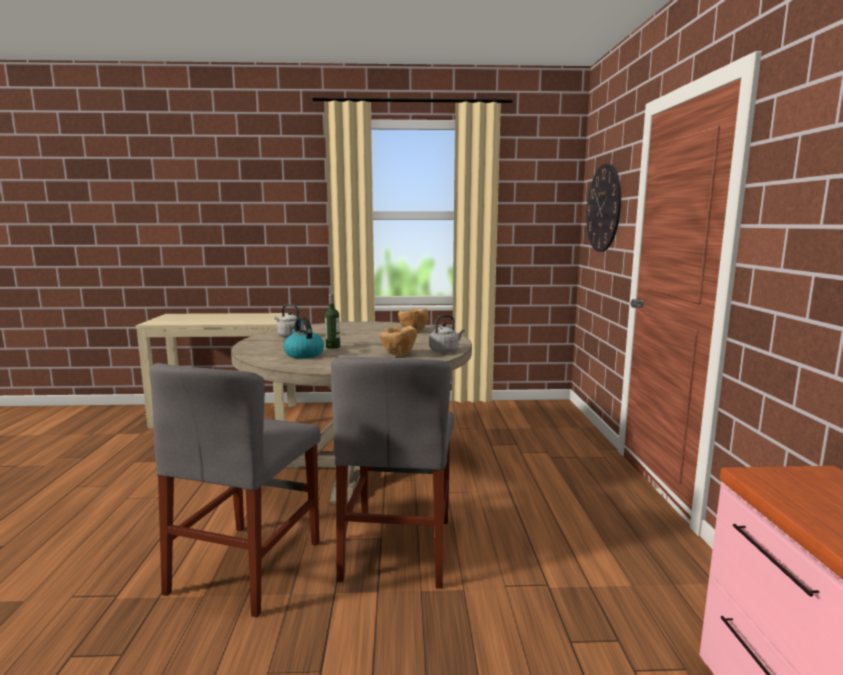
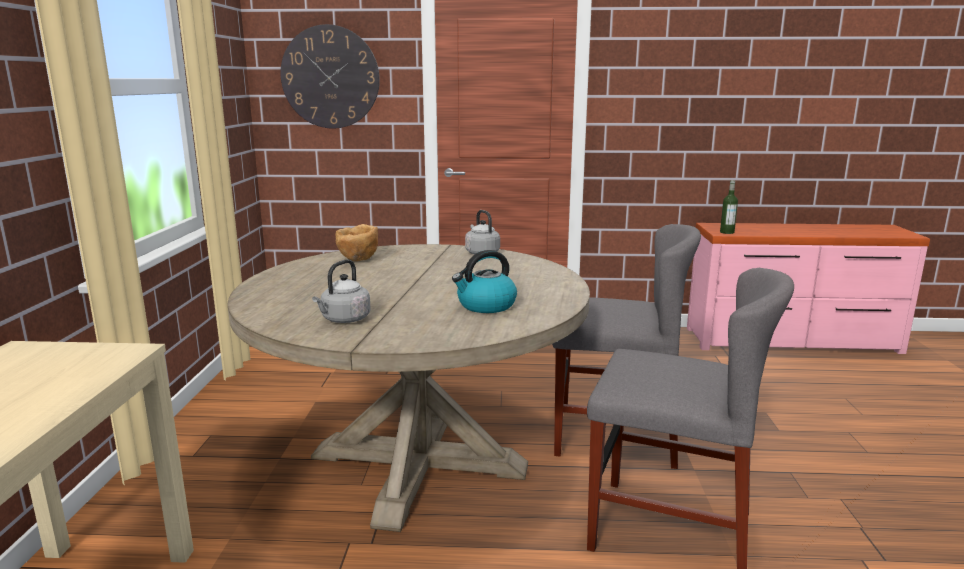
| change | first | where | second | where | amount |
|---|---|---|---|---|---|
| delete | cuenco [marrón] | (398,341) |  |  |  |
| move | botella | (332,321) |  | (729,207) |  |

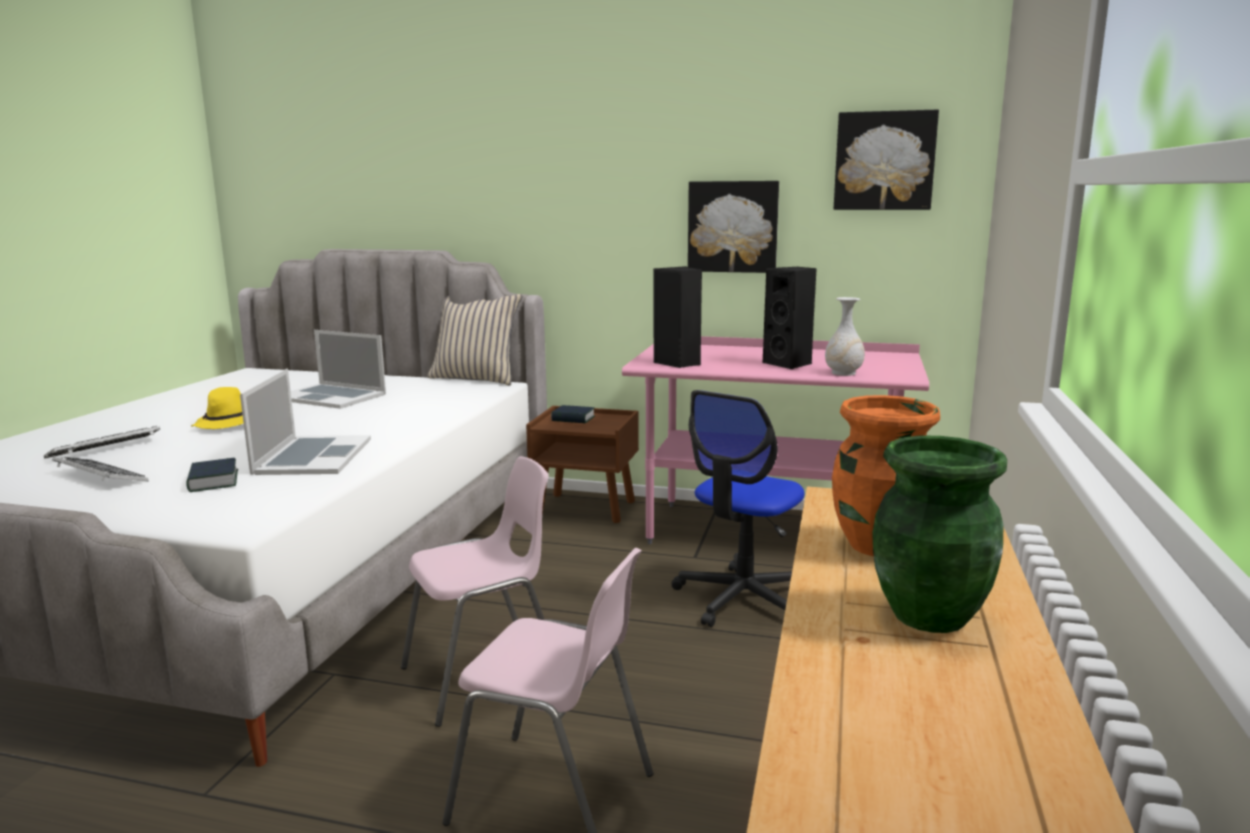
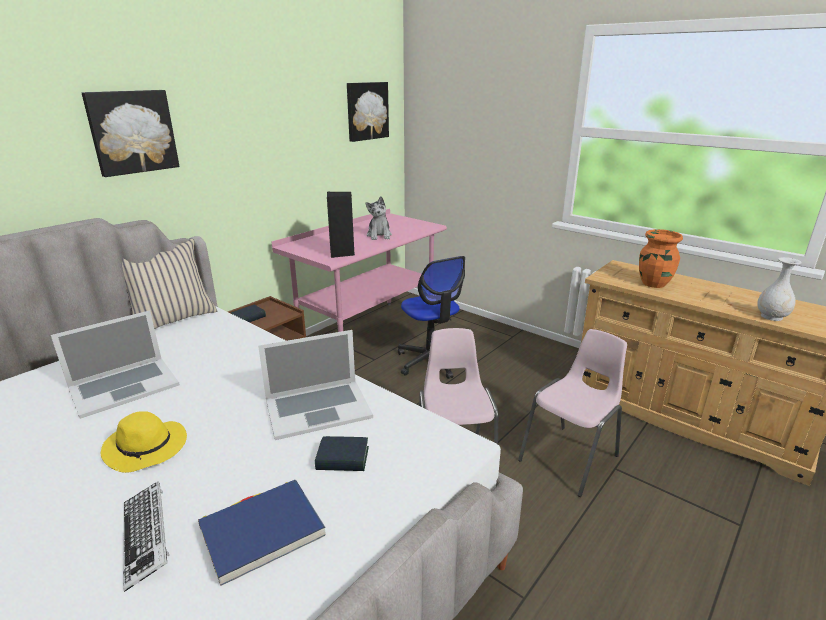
| change | first | where | second | where | amount |
|---|---|---|---|---|---|
| delete | florero [verde] | (939,534) |  |  |  |
| move | cuadro | (733,227) |  | (130,133) |  |
| move | florero [blanco] | (845,336) |  | (779,289) |  |
| replace | teclado | (100,469) | libro [azul] | (262,533) |  |
| replace | altavoz [negro] | (789,318) | peluche | (379,218) |  |
| rotate | portátil | (305,421) |  | (315,385) | 135 degrees clockwise |

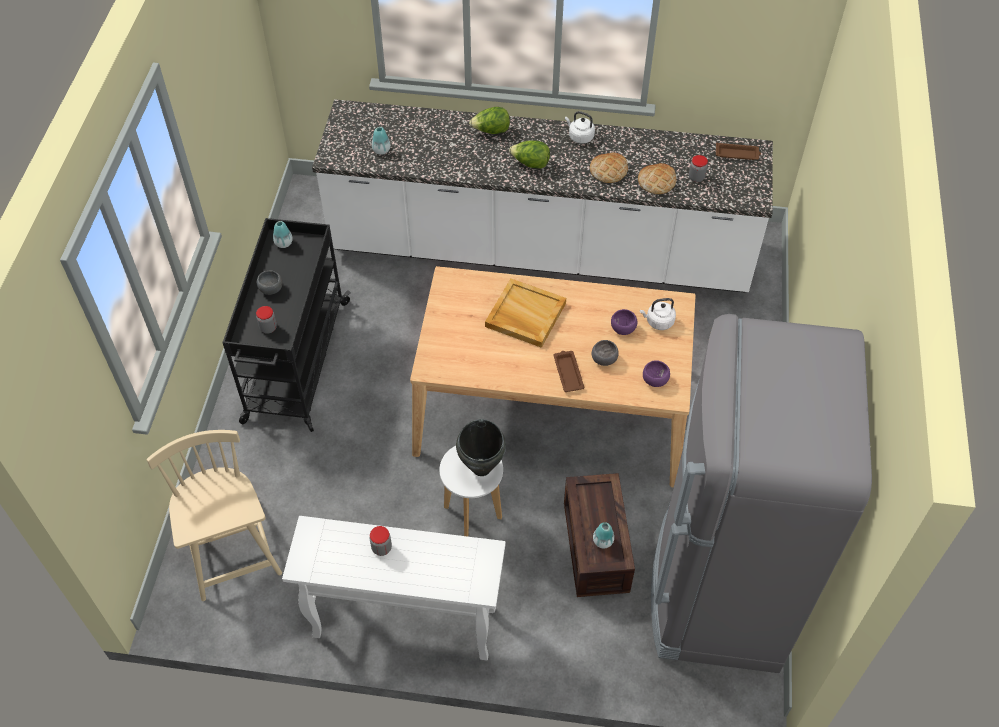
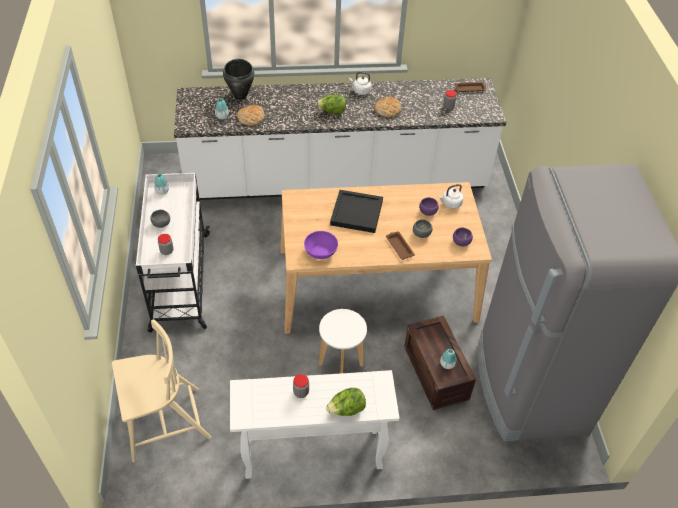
| change | first | where | second | where | amount |
|---|---|---|---|---|---|
| insert |  |  | cuenco [morado] | (321,245) |  |
| move | olla [negro] | (481,447) |  | (239,79) |  |
| move | lechuga | (489,120) |  | (346,402) |  |
| move | pan | (657,178) |  | (251,115) |  |
| recolor | carrito [negro] | (286,325) | carrito [blanco] | (173,253) |  |
| recolor | bandeja [beis] | (525,313) | bandeja [negro] | (356,211) |  |
| rotate | silla [beis] | (214,515) |  | (161,390) | 105 degrees clockwise |

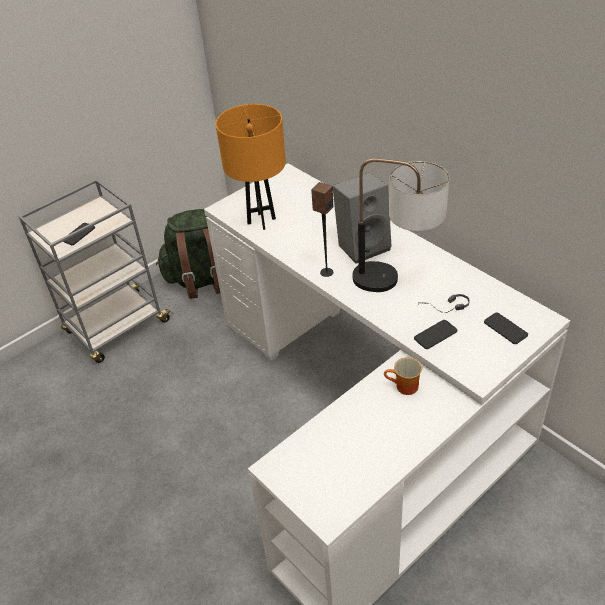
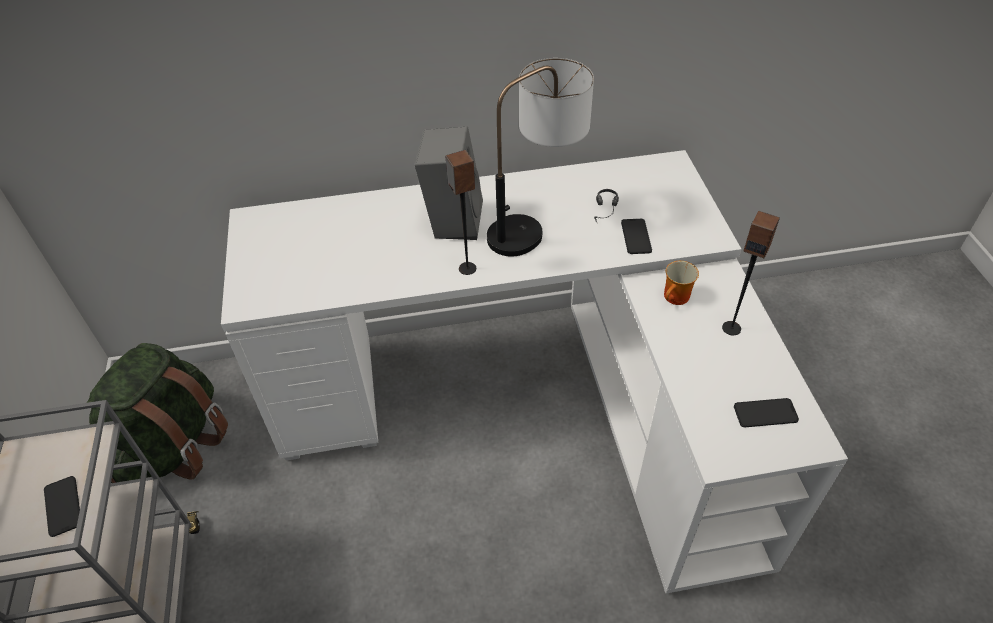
| change | first | where | second | where | amount |
|---|---|---|---|---|---|
| delete | lámpara de mesa [naranja] | (250,167) |  |  |  |
| insert |  |  | altavoz | (751,273) |  |
| move | móvil | (506,328) |  | (766,412) |  |

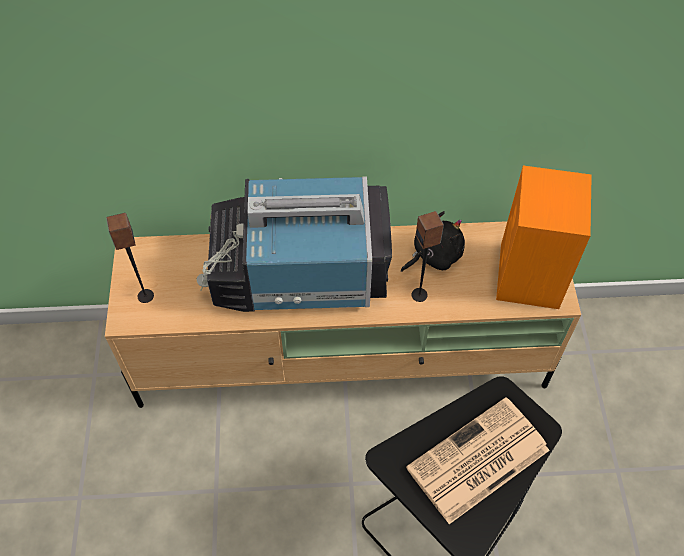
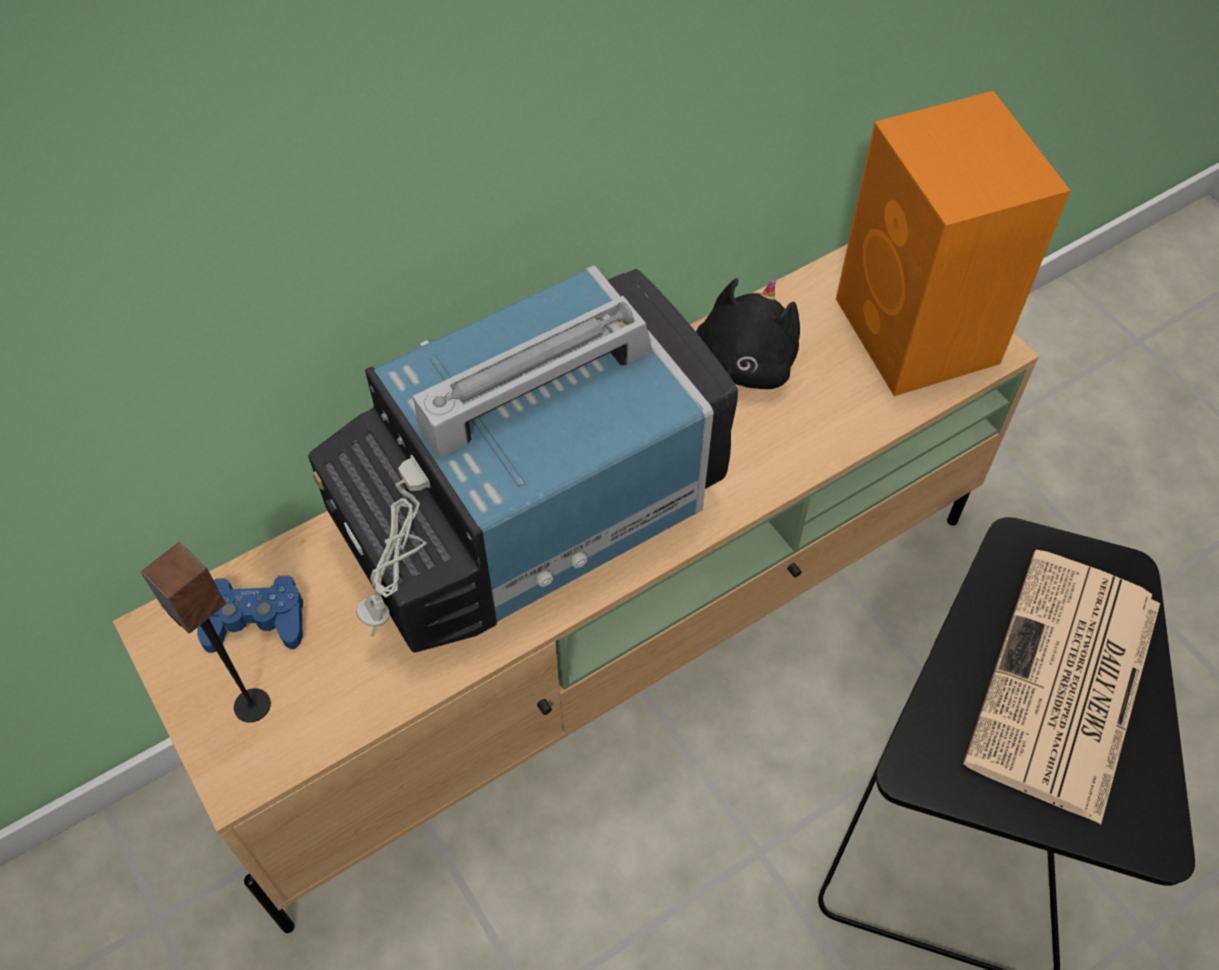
| change | first | where | second | where | amount |
|---|---|---|---|---|---|
| delete | altavoz | (427,256) |  |  |  |
| insert |  |  | mando de consola [azul] | (250,614) |  |

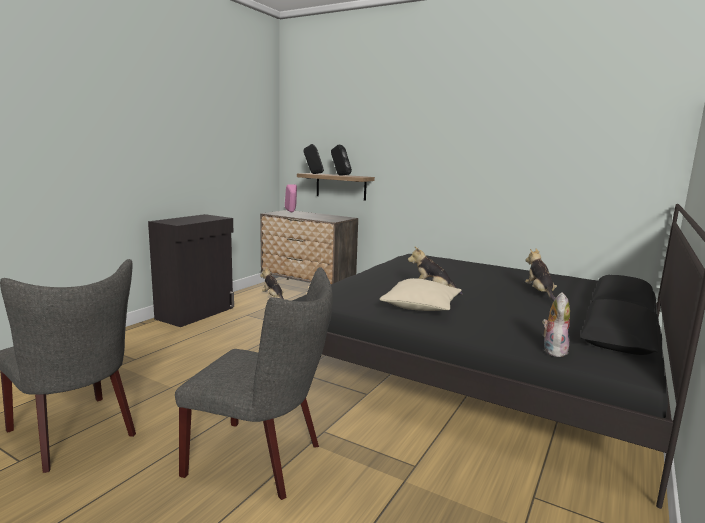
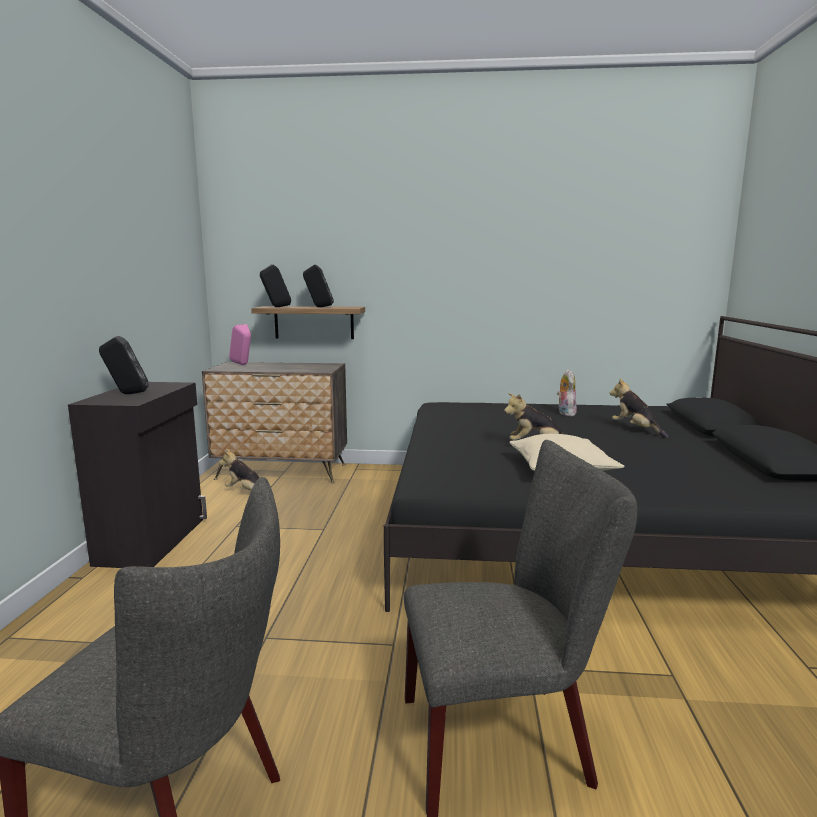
| change | first | where | second | where | amount |
|---|---|---|---|---|---|
| insert |  |  | altavoz [negro] | (123,365) |  |
| move | peluche | (556,324) |  | (567,393) |  |

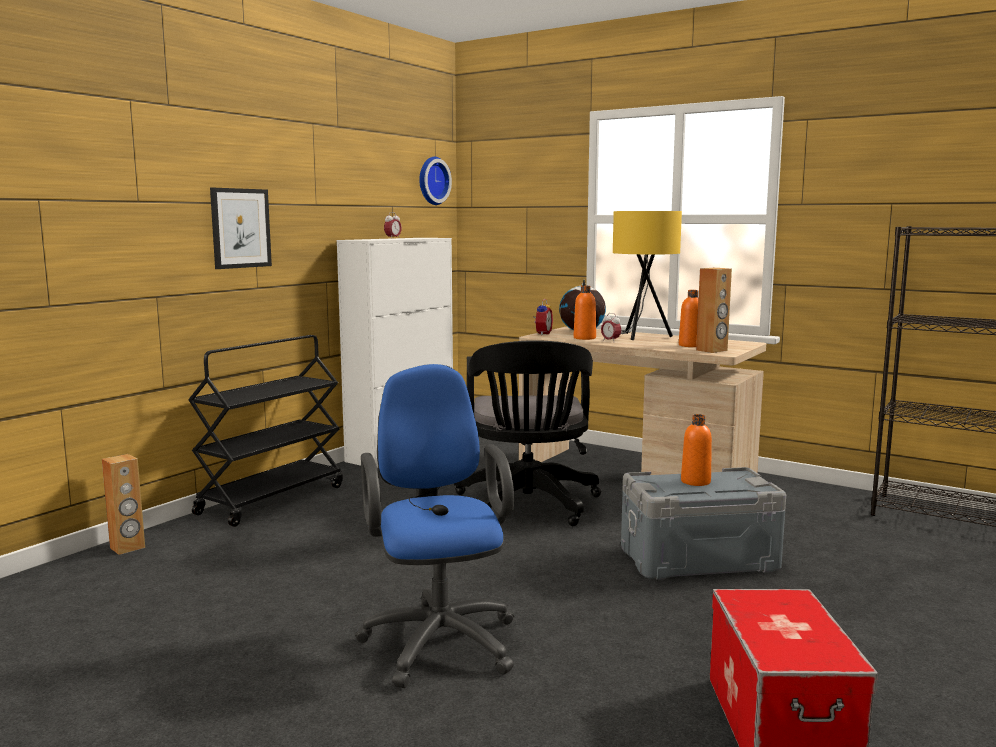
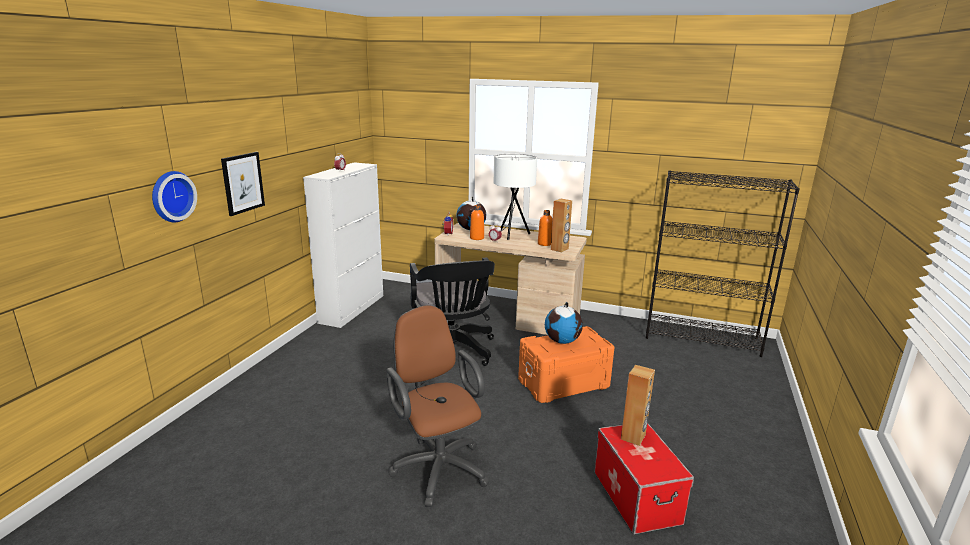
| change | first | where | second | where | amount |
|---|---|---|---|---|---|
| delete | carrito [negro] | (265,431) |  |  |  |
| move | altavoz [marrón] | (123,504) |  | (638,405) |  |
| move | reloj de pared | (435,181) |  | (174,196) |  |
| replace | botella [naranja] | (696,450) | globo terráqueo | (564,323) |  |
| recolor | silla de oficina [azul] | (434,526) | silla de oficina [marrón] | (438,406) |  |
| recolor | lámpara de mesa [amarillo] | (647,275) | lámpara de mesa [blanco] | (515,196) |  |
| recolor | caja de almacenaje [gris] | (703,523) | caja de almacenaje [naranja] | (566,364) |  |

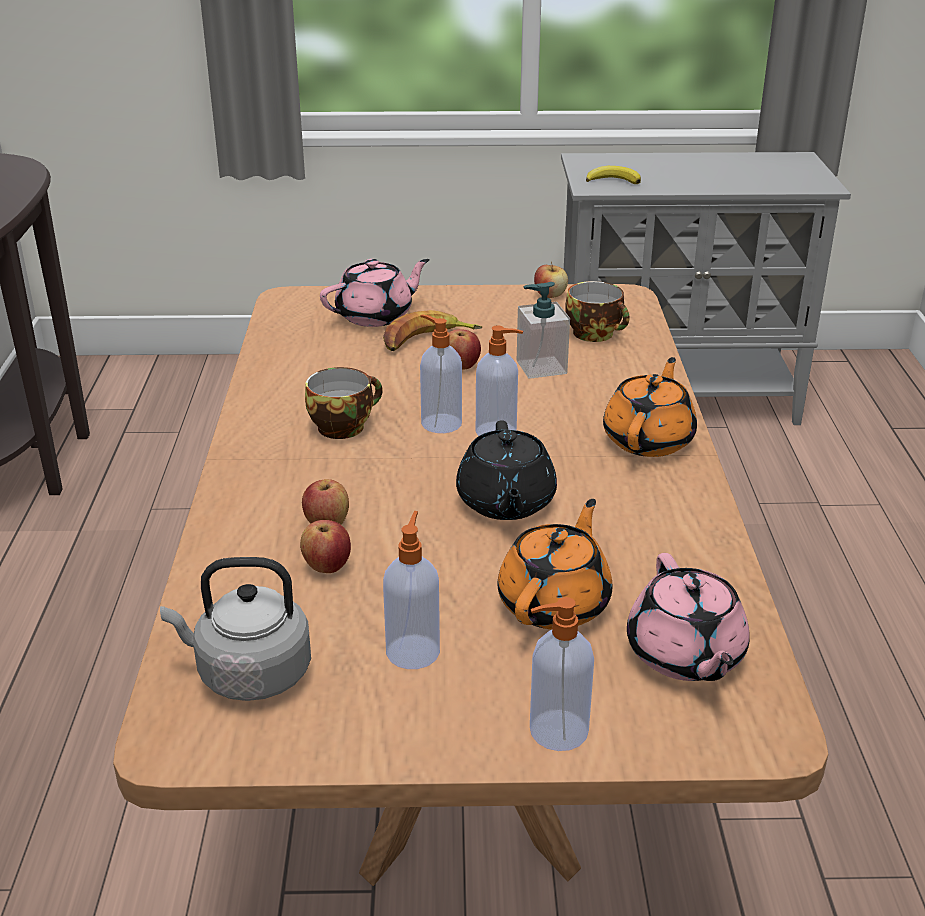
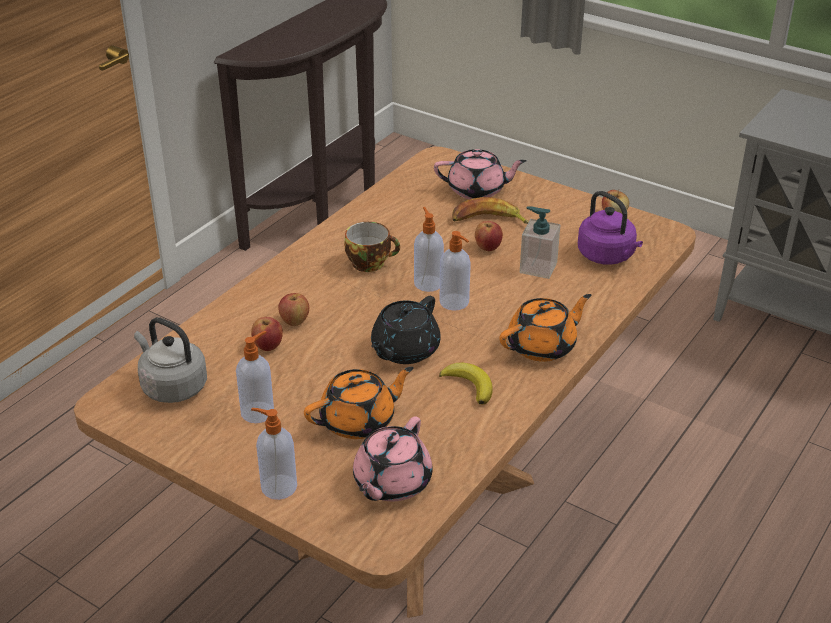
| change | first | where | second | where | amount |
|---|---|---|---|---|---|
| move | plátano | (613,175) |  | (466,383) |  |
| replace | taza | (598,311) | hervidor [morado] | (610,228) |  |

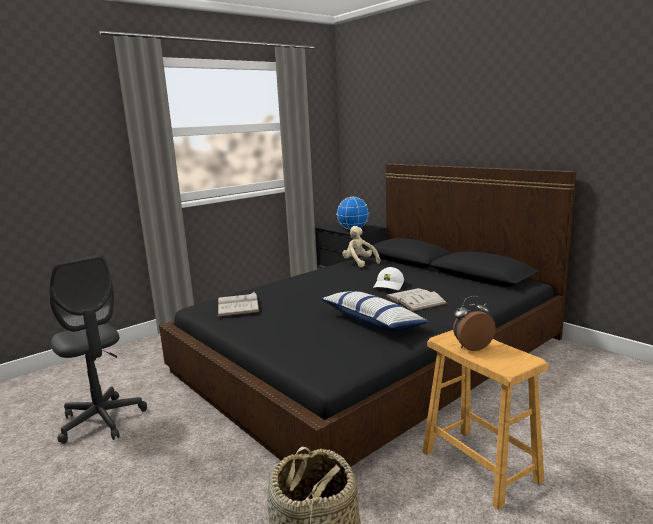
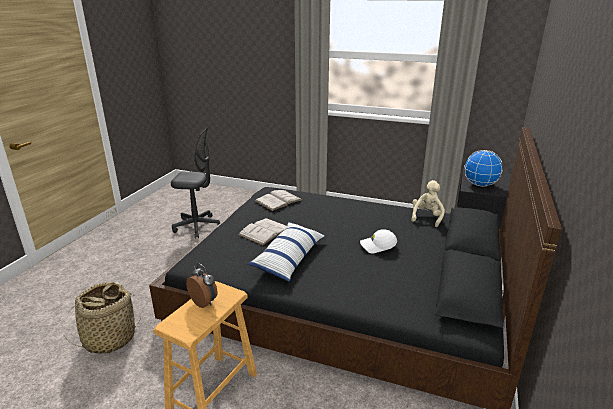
| change | first | where | second | where | amount |
|---|---|---|---|---|---|
| move | libro [blanco] | (417,299) |  | (262,231) |  |
| rotate | silla de oficina [gris] | (98,349) |  | (195,183) | 105 degrees counterclockwise |

